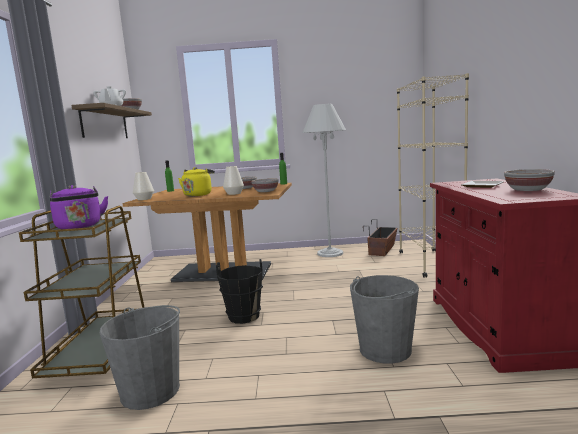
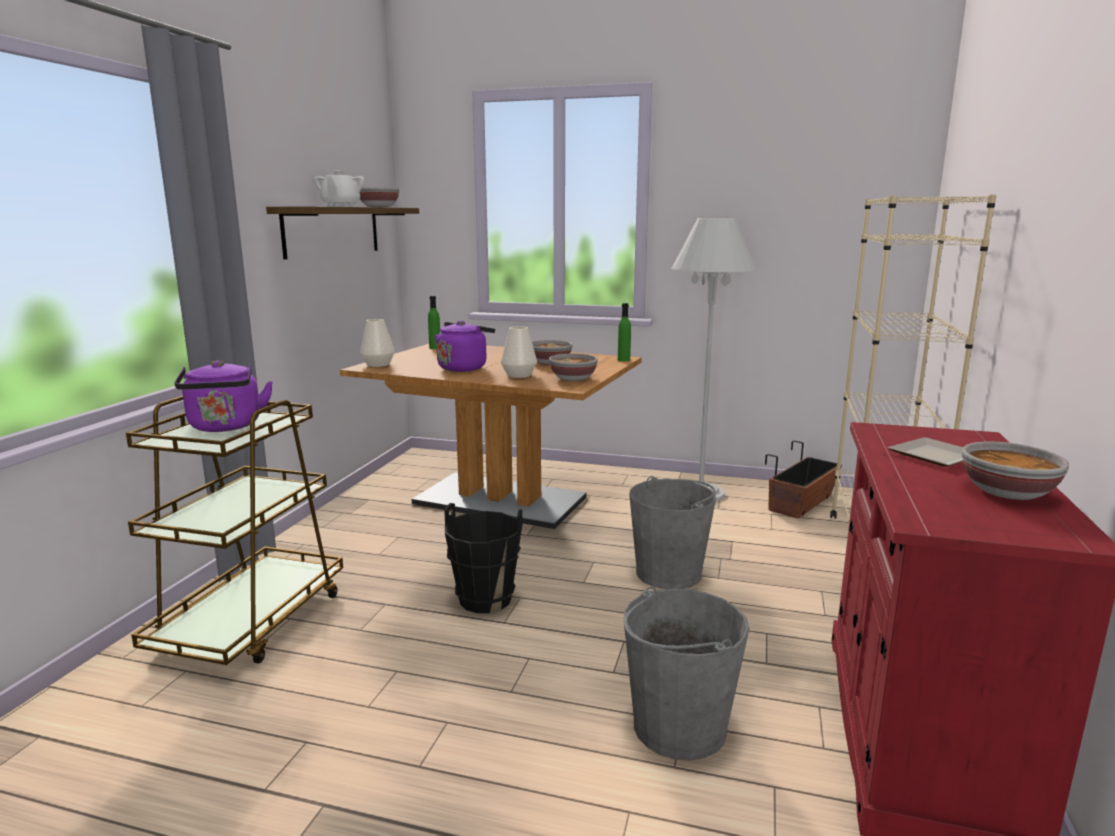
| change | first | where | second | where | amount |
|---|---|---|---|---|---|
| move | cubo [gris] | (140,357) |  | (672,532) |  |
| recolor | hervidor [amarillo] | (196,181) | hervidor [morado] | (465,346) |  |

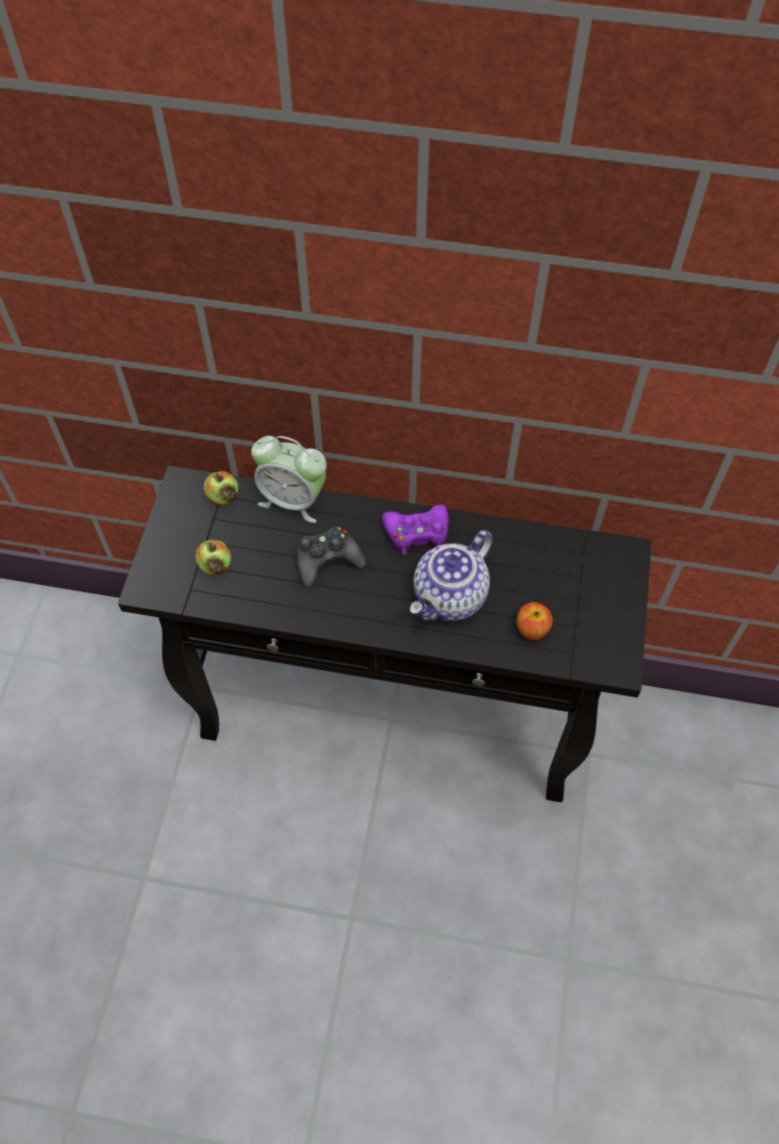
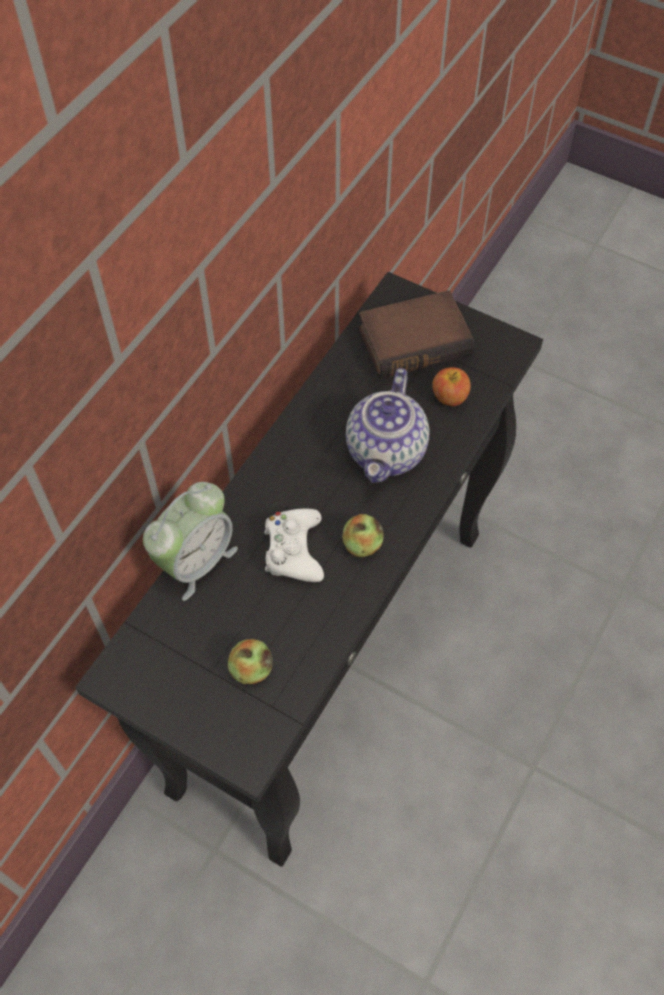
| change | first | where | second | where | amount |
|---|---|---|---|---|---|
| delete | mando de consola [morado] | (415,530) |  |  |  |
| insert |  |  | libro | (416,334) |  |
| move | manzana | (221,488) |  | (363,535) |  |
| recolor | mando de consola [negro] | (331,556) | mando de consola [blanco] | (294,545) |  |
| rotate | tetera | (451,575) |  | (388,425) | 45 degrees clockwise |

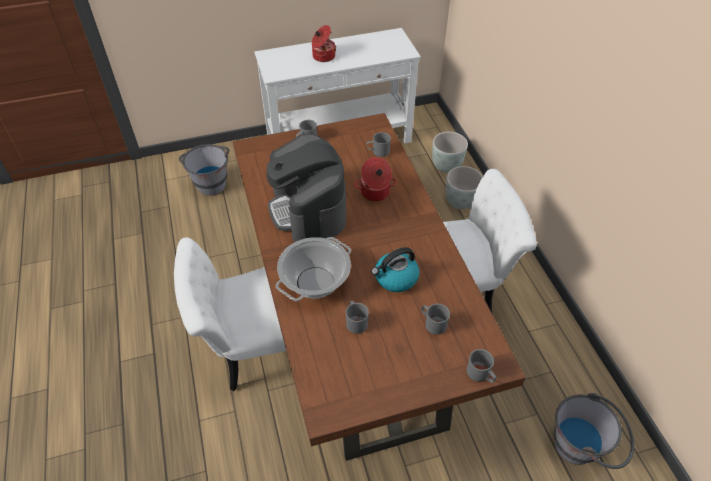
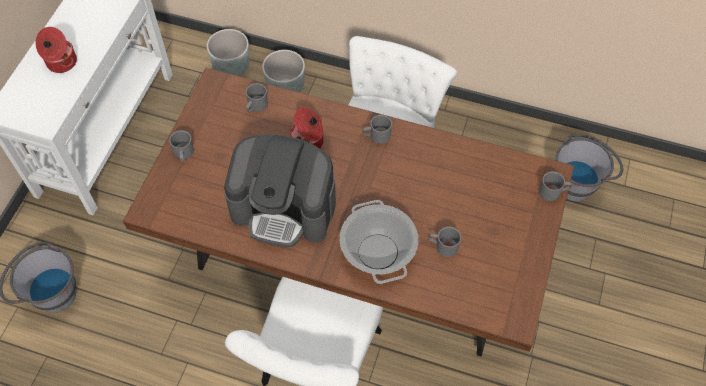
| change | first | where | second | where | amount |
|---|---|---|---|---|---|
| delete | hervidor | (395,269) |  |  |  |
| move | taza grande [gris] | (435,319) |  | (377,129) |  |

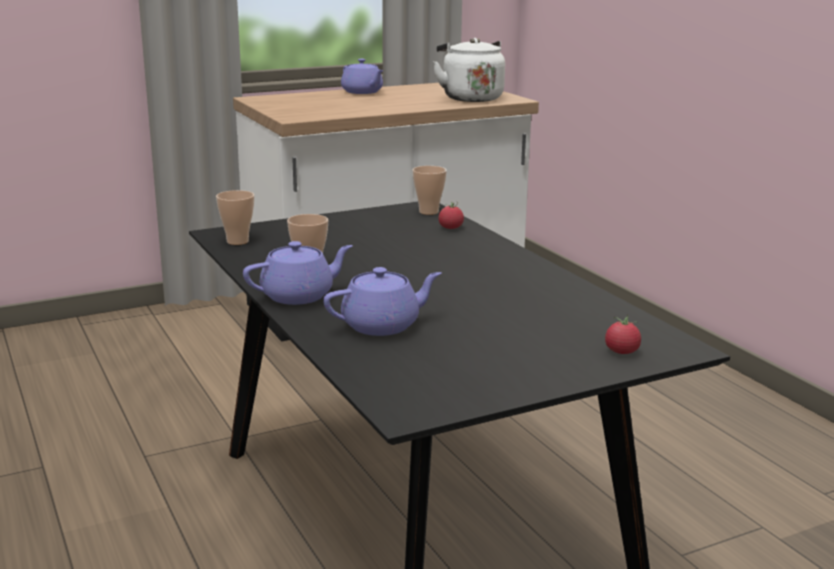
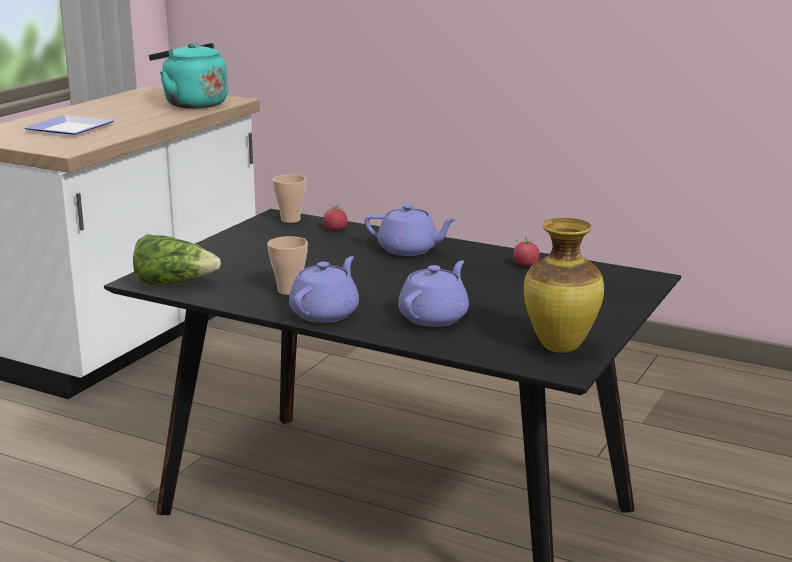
| change | first | where | second | where | amount |
|---|---|---|---|---|---|
| insert |  |  | plato | (69,125) |  |
| insert |  |  | florero | (564,285) |  |
| move | tetera [morado] | (362,76) |  | (411,230) |  |
| move | tomate | (623,334) |  | (526,251) |  |
| replace | taza | (235,217) | lechuga | (177,259) |  |
| recolor | hervidor [blanco] | (469,70) | hervidor [turquesa] | (188,75) |  |

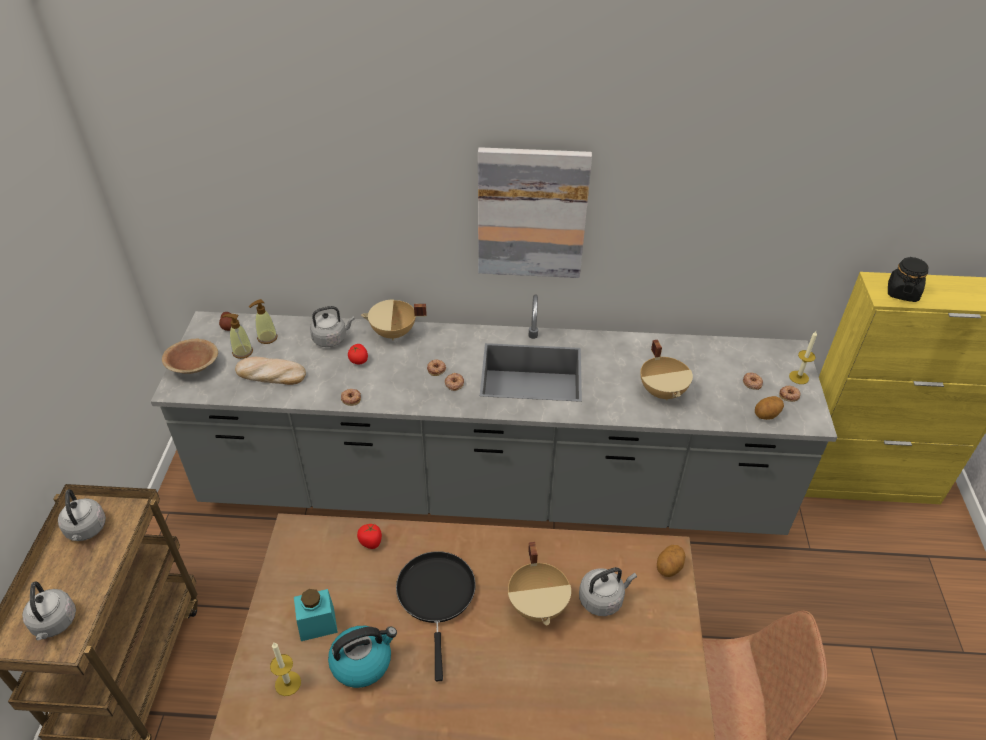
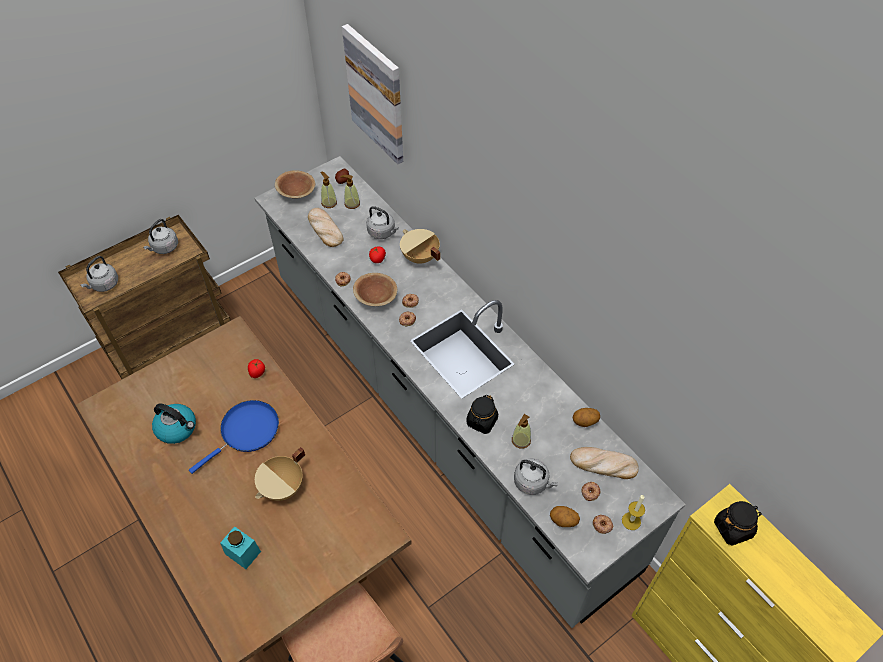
| change | first | where | second | where | amount |
|---|---|---|---|---|---|
| delete | vela | (285,669) |  |  |  |
| insert |  |  | cuenco [marrón] | (375,289) |  |
| insert |  |  | tarro [negro] | (482,414) |  |
| insert |  |  | pan | (604,463) |  |
| move | tarro [turquesa] | (316,615) |  | (240,547) |  |
| move | cuadro | (535,212) |  | (372,94) |  |
| move | hervidor [gris] | (608,591) |  | (536,476) |  |
| move | patata | (671,561) |  | (586,417) |  |
| replace | olla [beis] | (667,370) | dispensador de jabón | (521,431) |  |
| recolor | sartén [negro] | (436,616) | sartén [azul] | (234,437) |  |

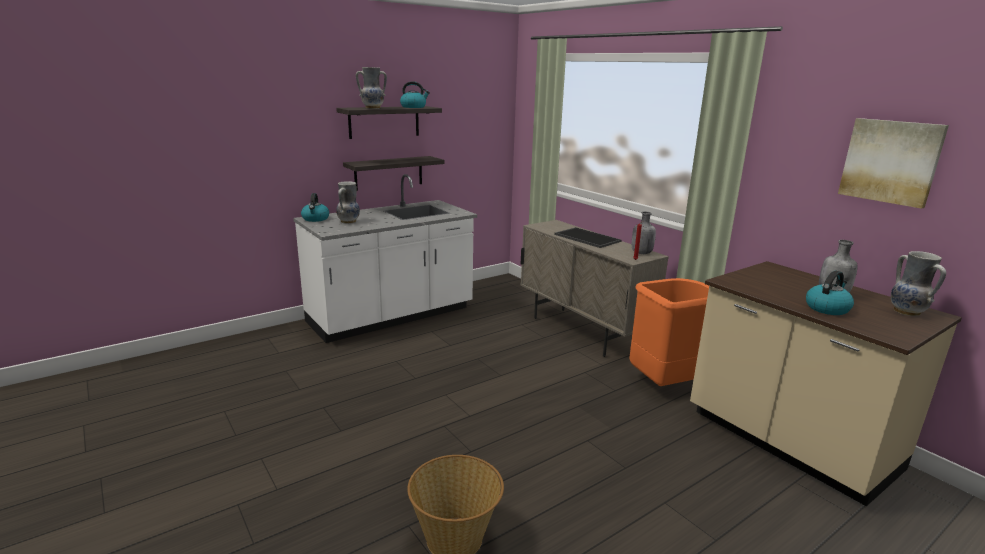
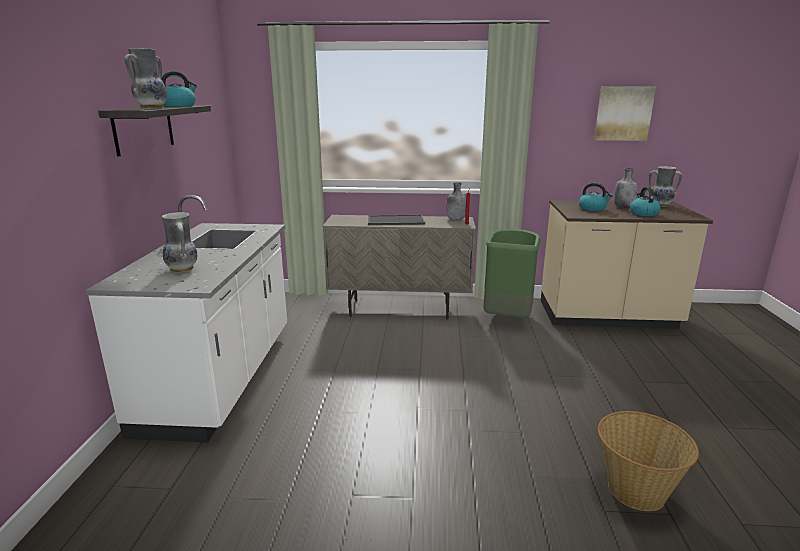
| change | first | where | second | where | amount |
|---|---|---|---|---|---|
| delete | estante | (394,173) |  |  |  |
| move | hervidor | (315,207) |  | (596,197) |  |
| recolor | papelera [naranja] | (669,332) | papelera [verde] | (512,273) |  |

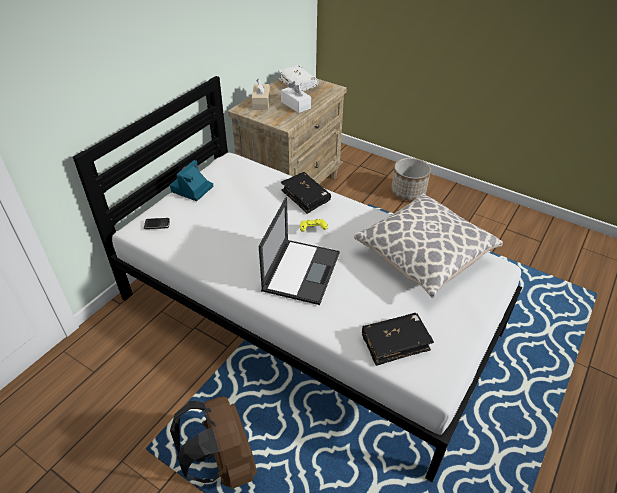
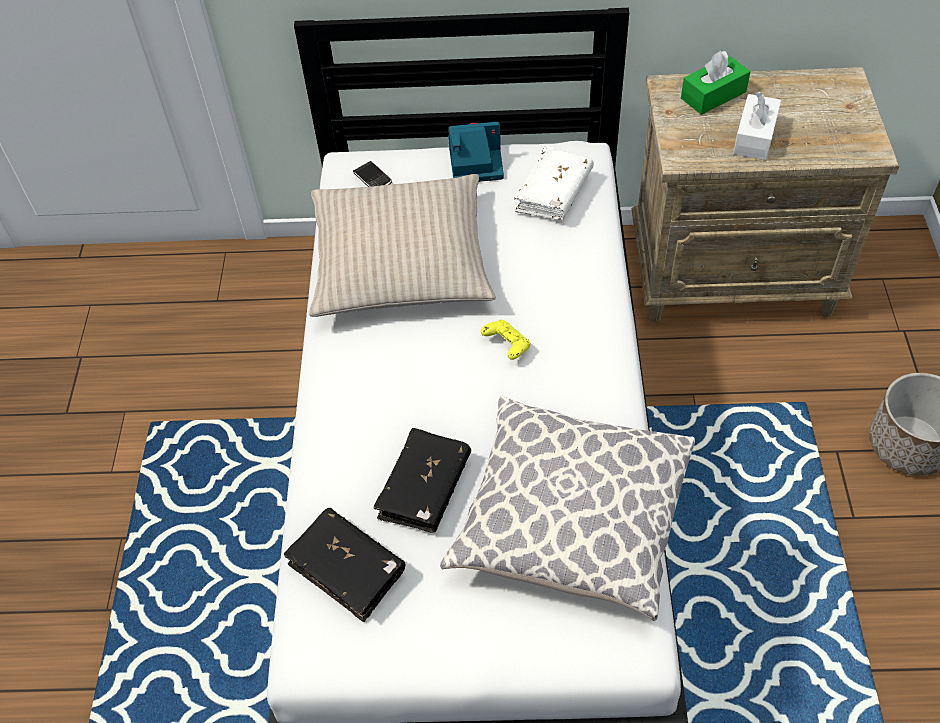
| change | first | where | second | where | amount |
|---|---|---|---|---|---|
| delete | mochila [marrón] | (213,442) |  |  |  |
| delete | portátil | (299,251) |  |  |  |
| insert |  |  | cojín [beis] | (402,245) |  |
| move | libro [blanco] | (298,78) |  | (554,183) |  |
| move | libro [negro] | (306,193) |  | (422,480) |  |
| recolor | caja de pañuelos [beis] | (261,94) | caja de pañuelos [verde] | (716,83) |  |

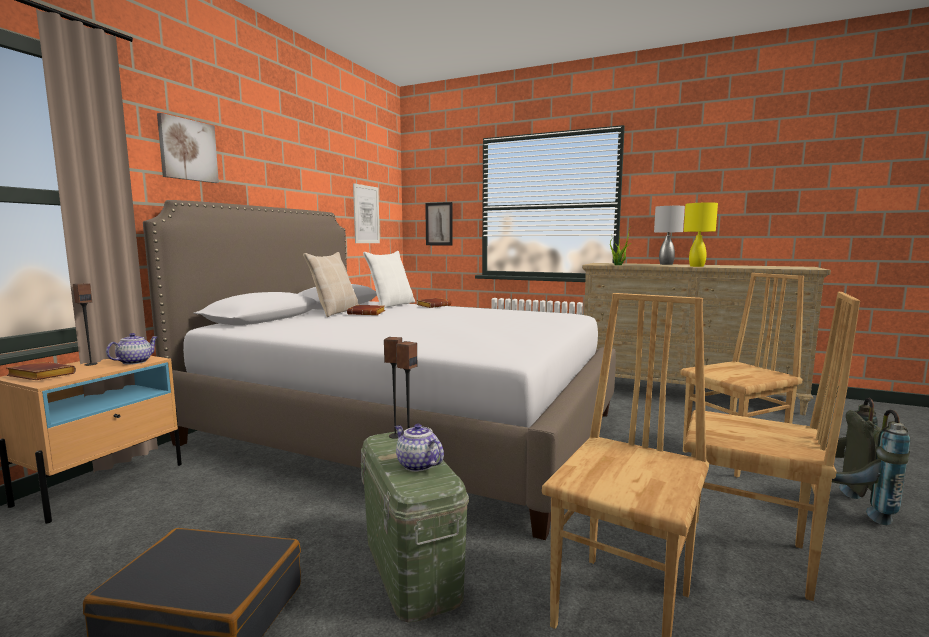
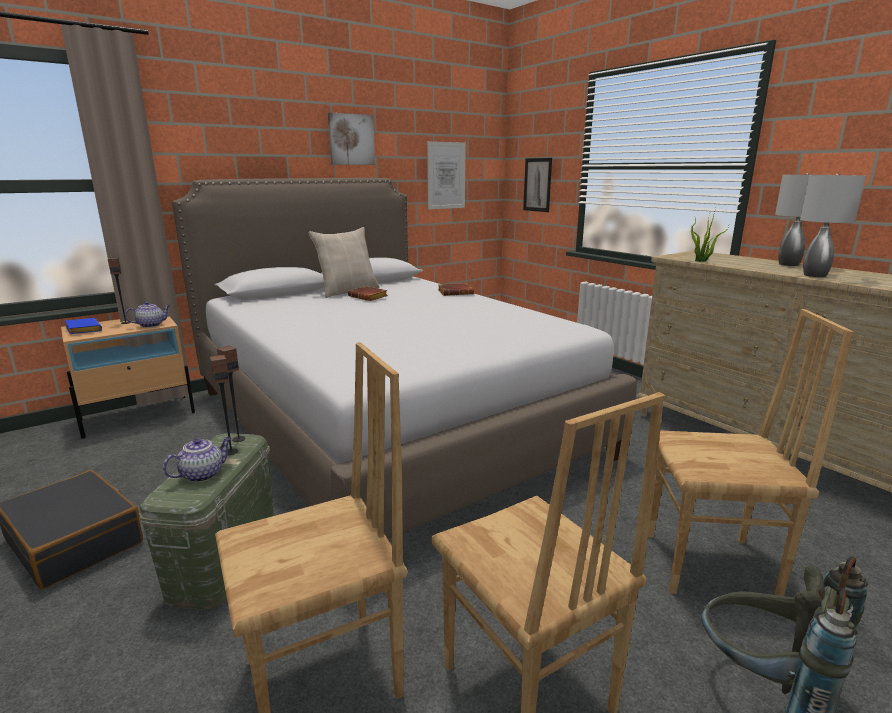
| change | first | where | second | where | amount |
|---|---|---|---|---|---|
| delete | cojín [blanco] | (389,279) |  |  |  |
| move | cuadro | (188,148) |  | (351,138) |  |
| recolor | libro [marrón] | (41,371) | libro [azul] | (83,326) |  |
| recolor | lámpara de mesa [amarillo] | (701,234) | lámpara de mesa [gris] | (833,225) |  |
| rotate | tetera | (419,448) |  | (197,459) | 60 degrees clockwise |

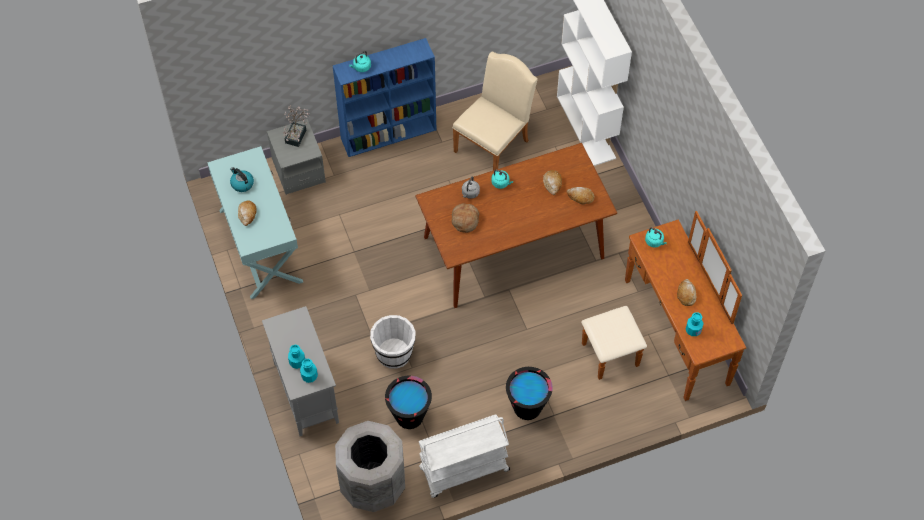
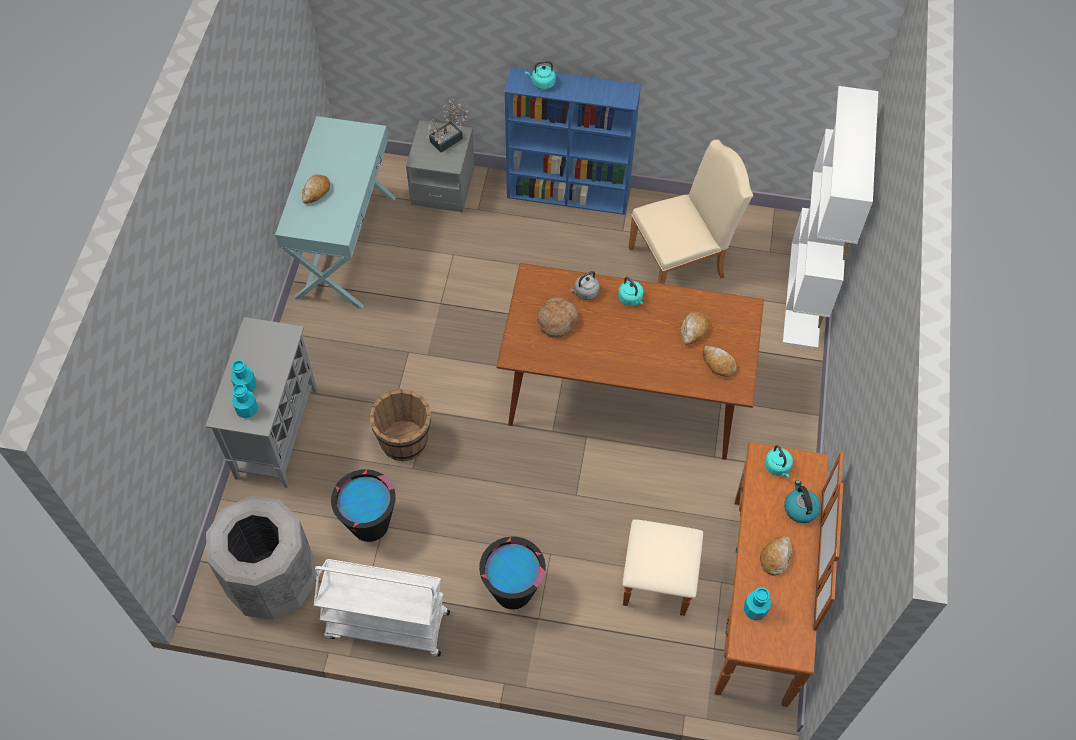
| change | first | where | second | where | amount |
|---|---|---|---|---|---|
| move | hervidor | (242,179) |  | (802,501) |  |
| recolor | cubo [blanco] | (393,342) | cubo [marrón] | (400,425) |  |

